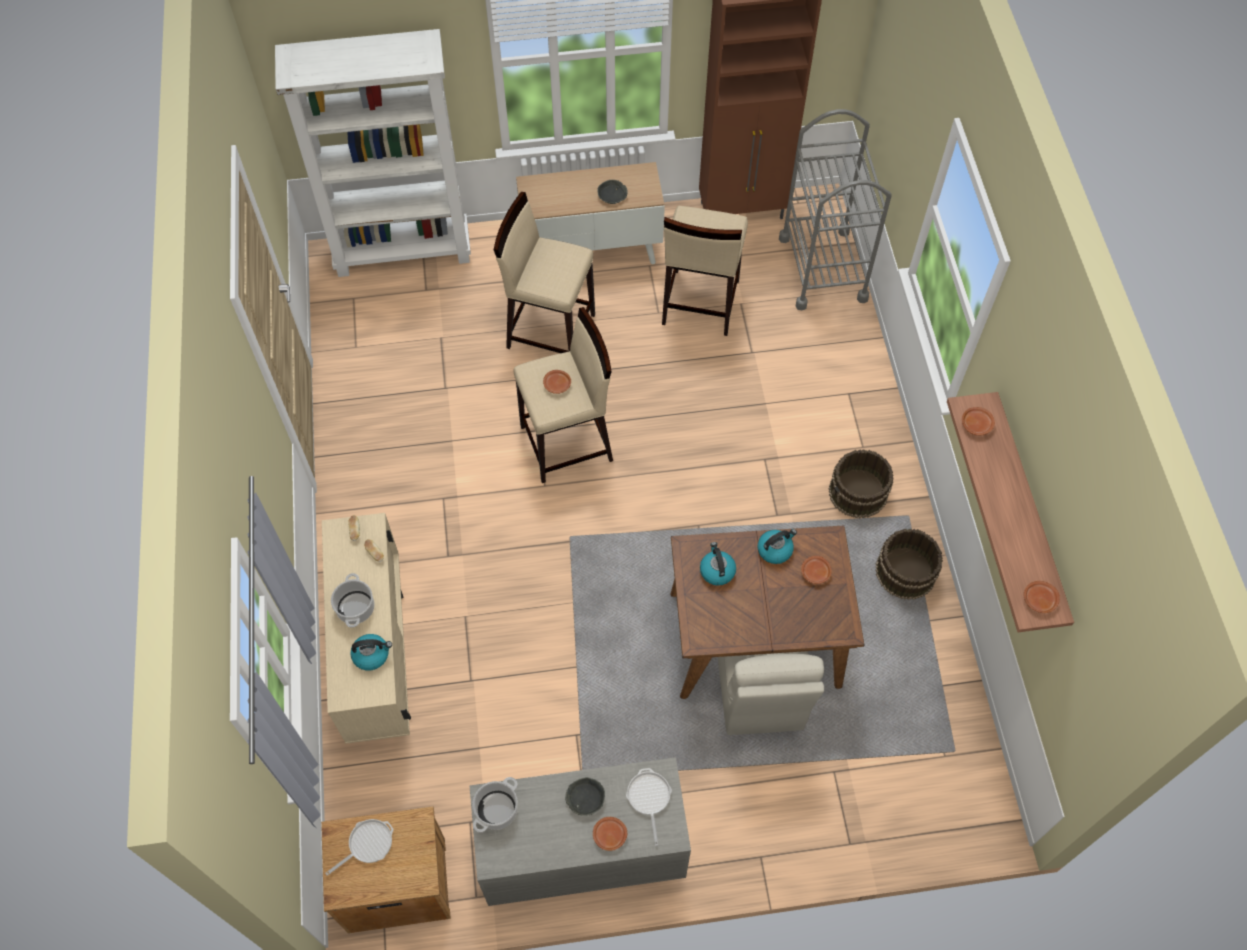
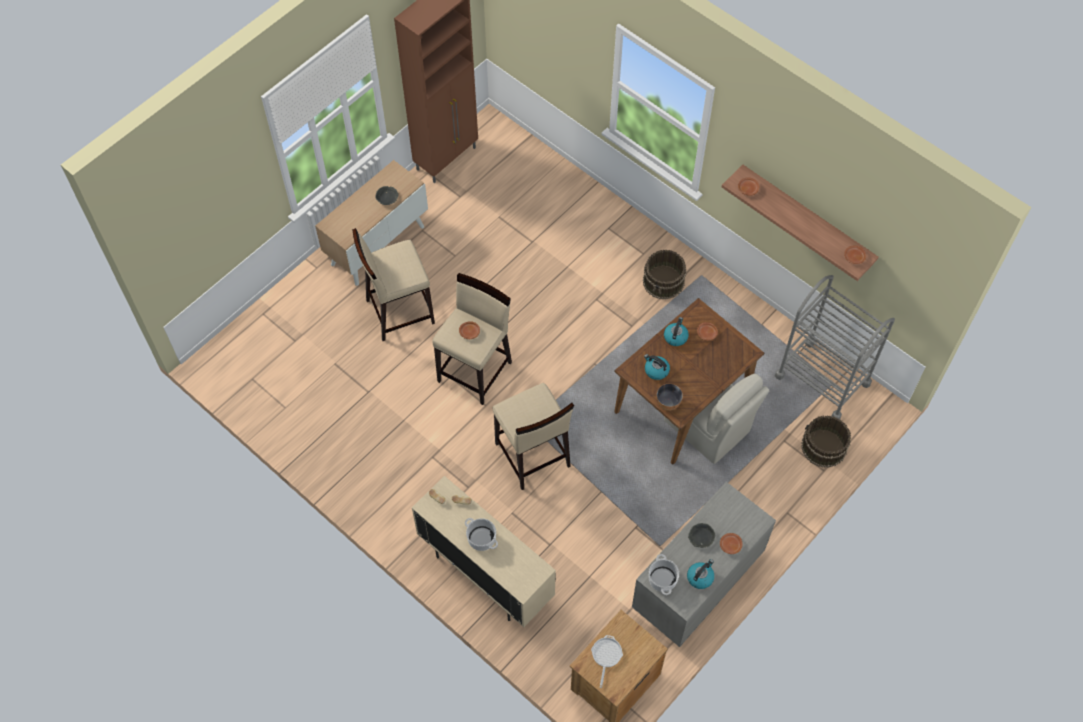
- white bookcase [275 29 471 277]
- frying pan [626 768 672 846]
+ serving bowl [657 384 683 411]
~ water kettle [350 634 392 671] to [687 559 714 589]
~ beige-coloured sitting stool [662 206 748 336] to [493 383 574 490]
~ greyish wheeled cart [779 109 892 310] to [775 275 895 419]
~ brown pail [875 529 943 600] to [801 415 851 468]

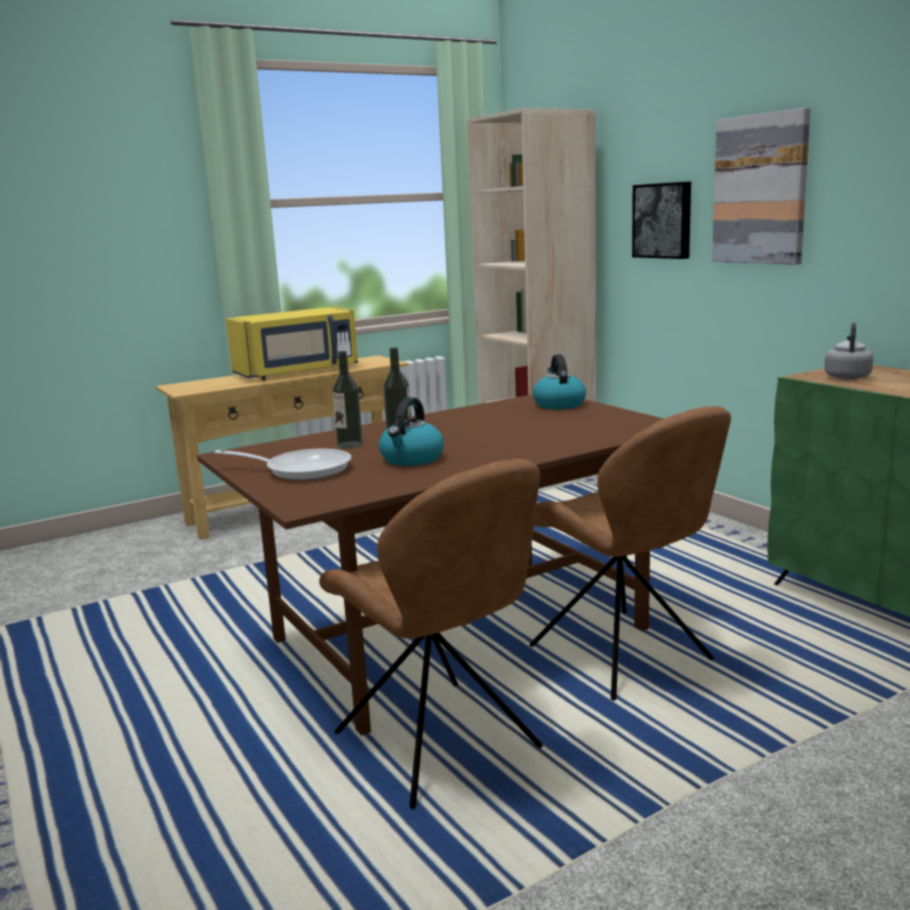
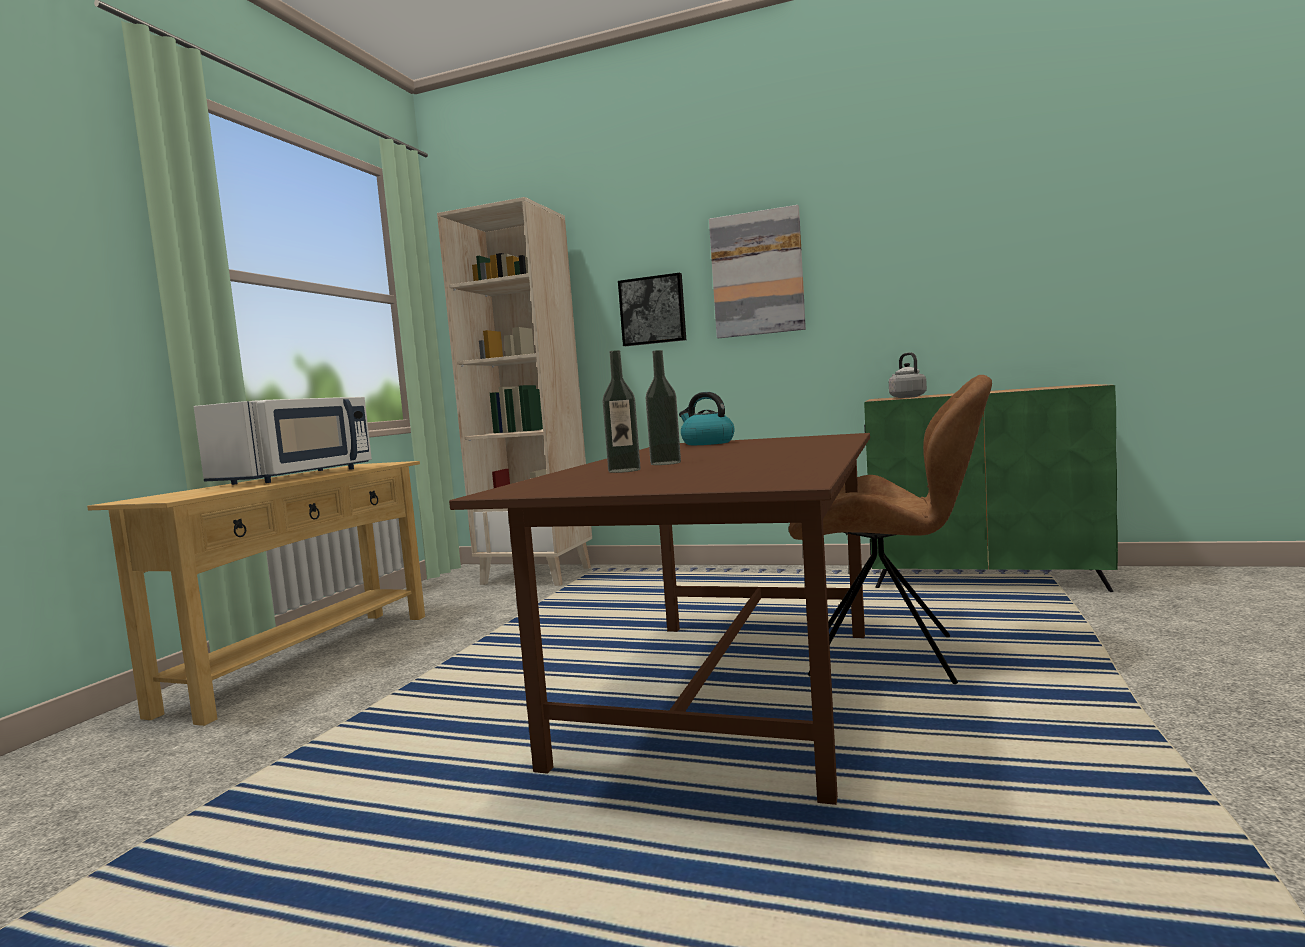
- frying pan [215 449 351 480]
- brown plain chair [319 459 543 809]
- water kettle [379 397 444 466]
~ yellow-coloured microwave [226 307 358 380] to white microwave [194 397 372 485]

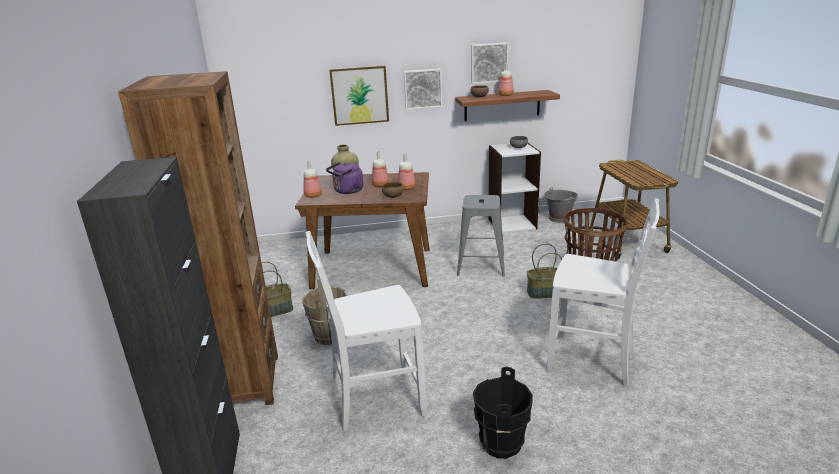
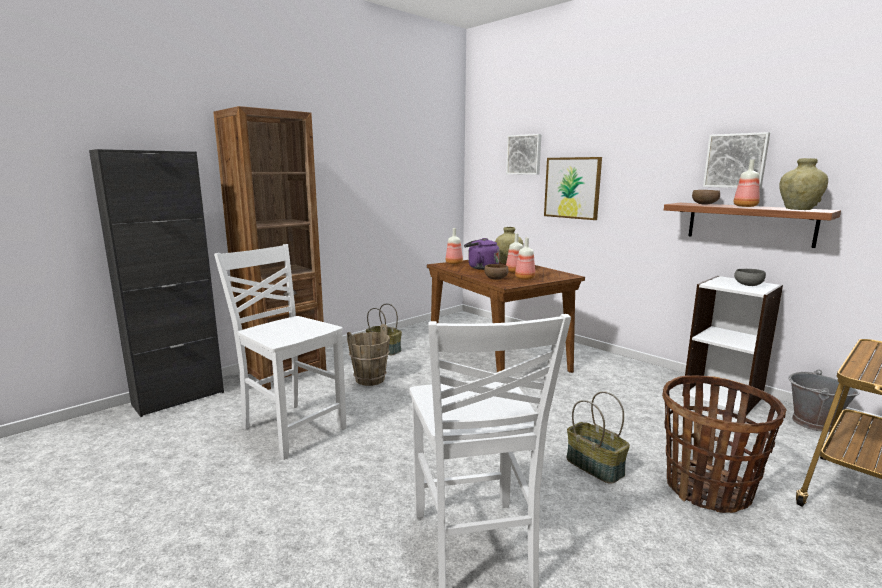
- greyish sitting stool [457 195 505 277]
- blackish pail [473 367 533 459]
+ beige-coloured vase [779 158 828 210]
~ wall art [404 69 442 110] to [506 134 541 175]

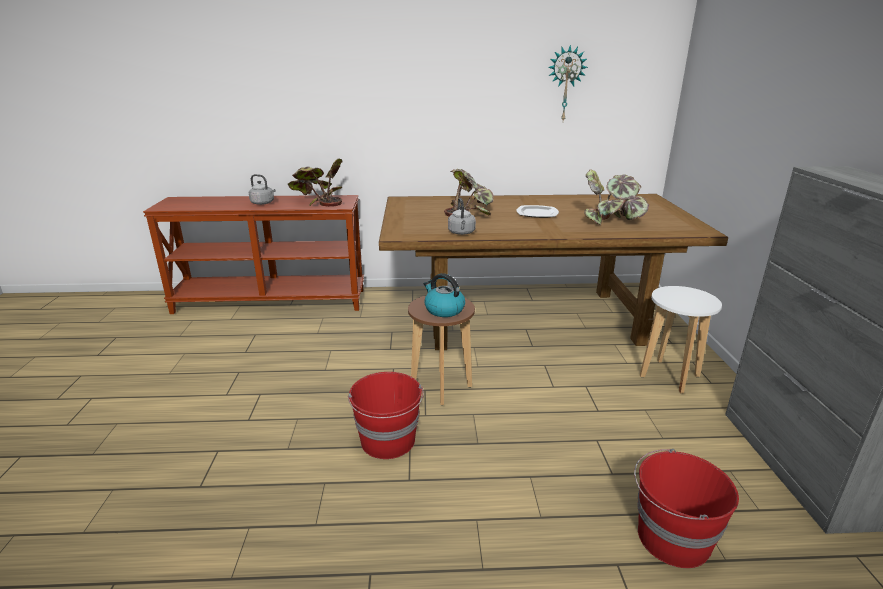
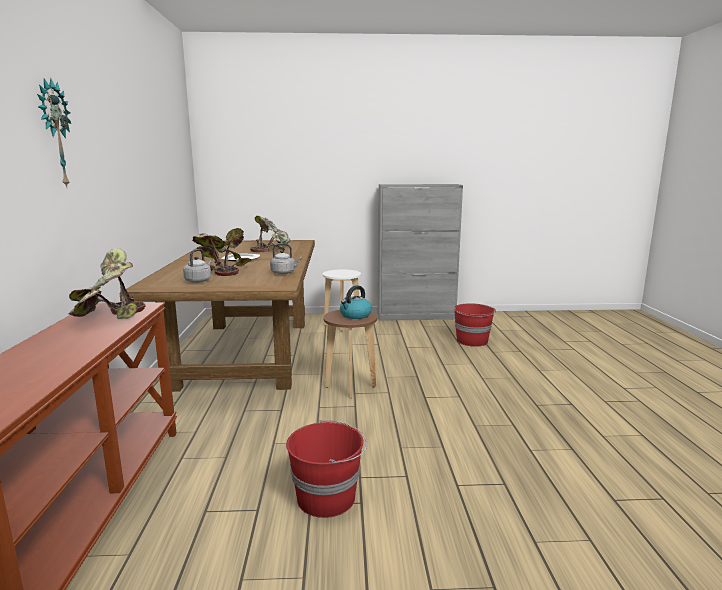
~ greyish water kettle [249 174 275 205] to [183 249 212 283]
~ reddish pail [348 372 424 459] to [286 420 367 518]
~ hanging clock [548 45 588 121] to [37 78 71 187]

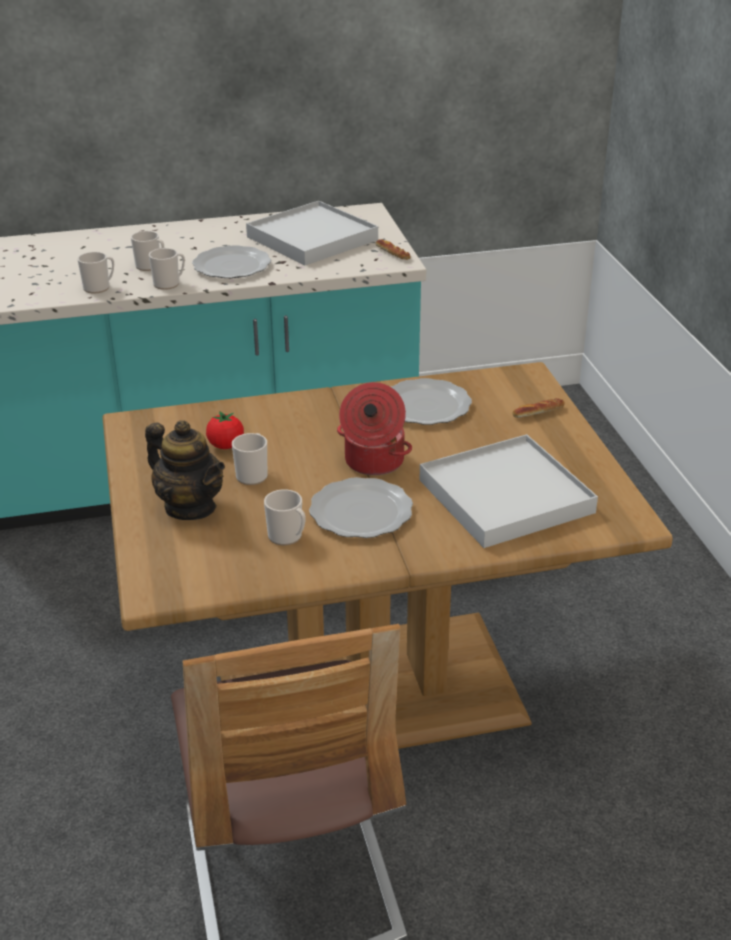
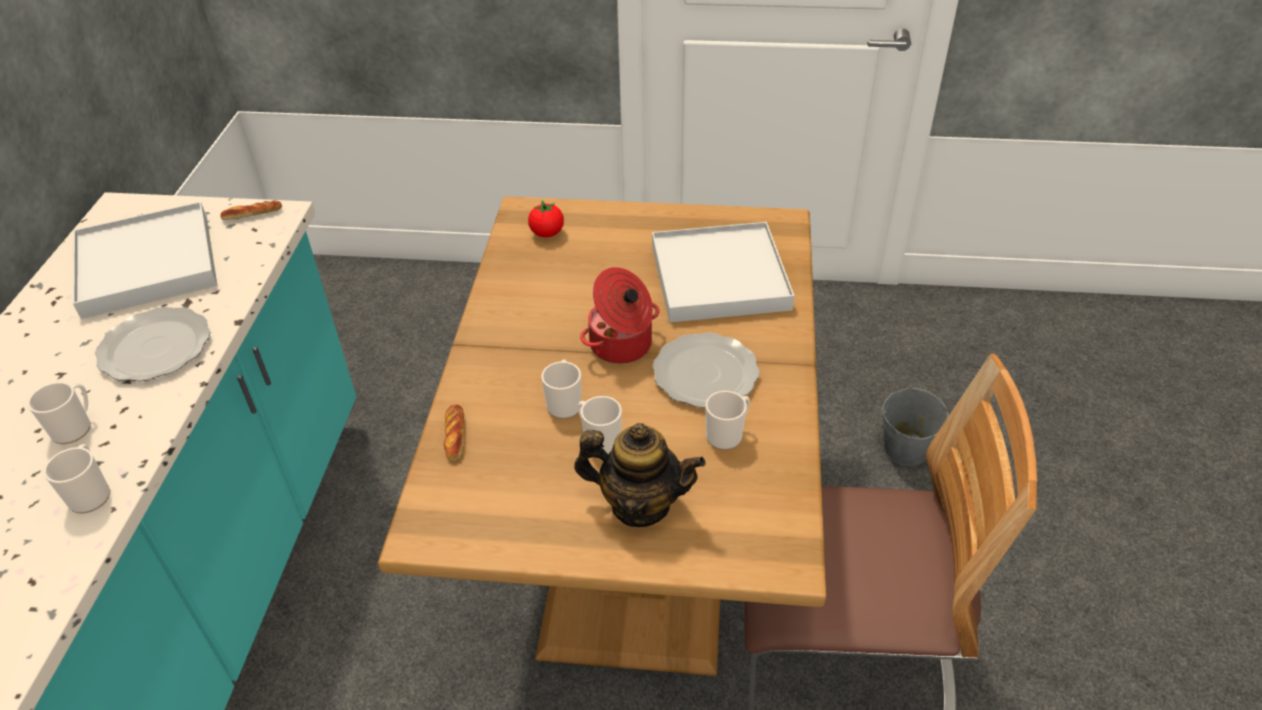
- dinner plate [391 378 472 425]
+ greyish pail [882 383 949 466]
~ coffee mug [149 248 185 290] to [541 359 581 419]
~ whole tomato [206 411 244 449] to [528 201 564 238]
~ baked bread [513 398 565 418] to [444 404 465 460]
~ teapot [145 420 225 520] = [574 423 706 527] 45 degrees clockwise

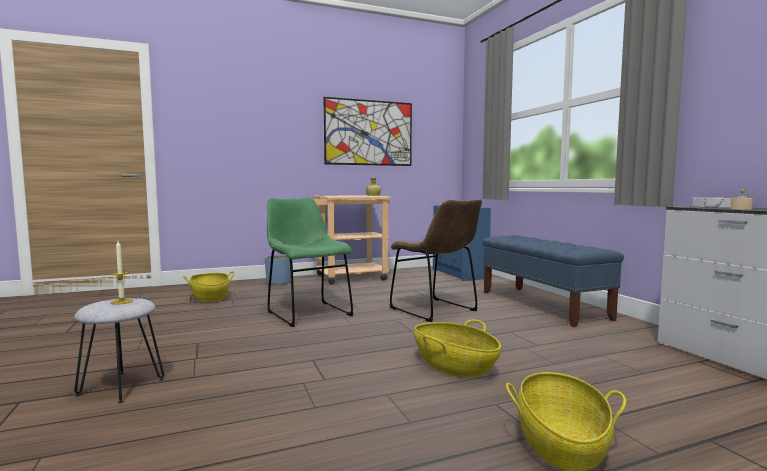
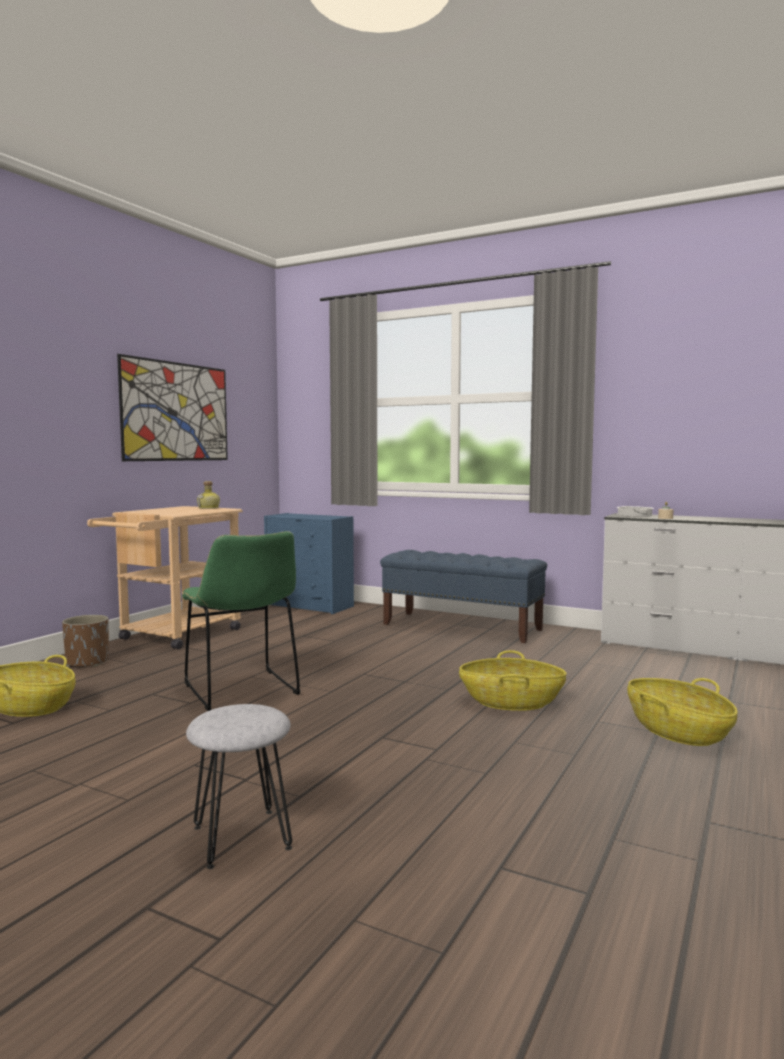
- wax candle [111 241 133 305]
- brown plain chair [390 199 482 322]
~ blue plant pot [265 255 291 285] to brown plant pot [62 615 109 667]
~ greenish plain chair [267 198 353 327] = [182 531 300 711] 135 degrees counterclockwise

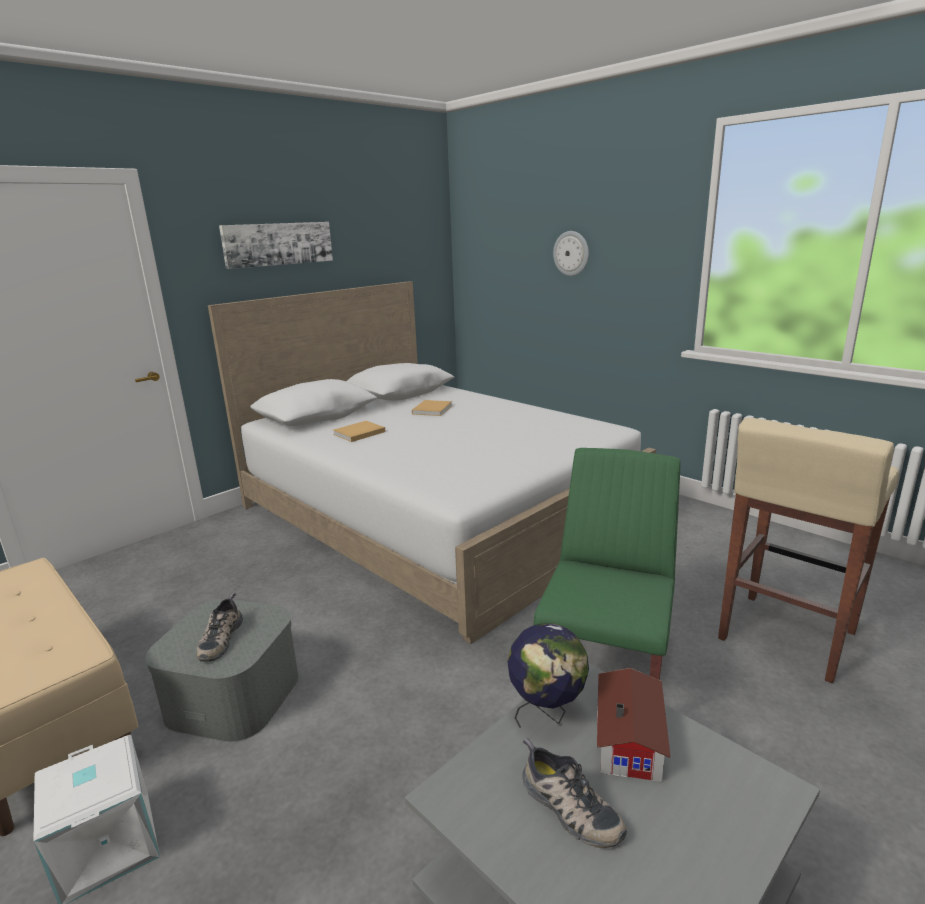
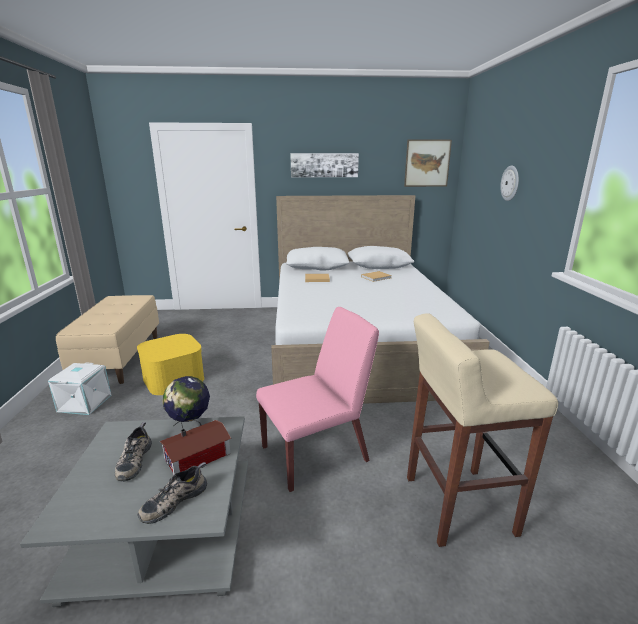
+ wall art [404 139 452 187]
~ item of footwear [196 593 243 662] to [137 462 207 524]
~ greyish storage container [145 599 299 742] to yellow-coloured storage container [137 334 204 395]
~ greenish plain chair [534 448 681 680] to pinkish plain chair [256 307 379 492]

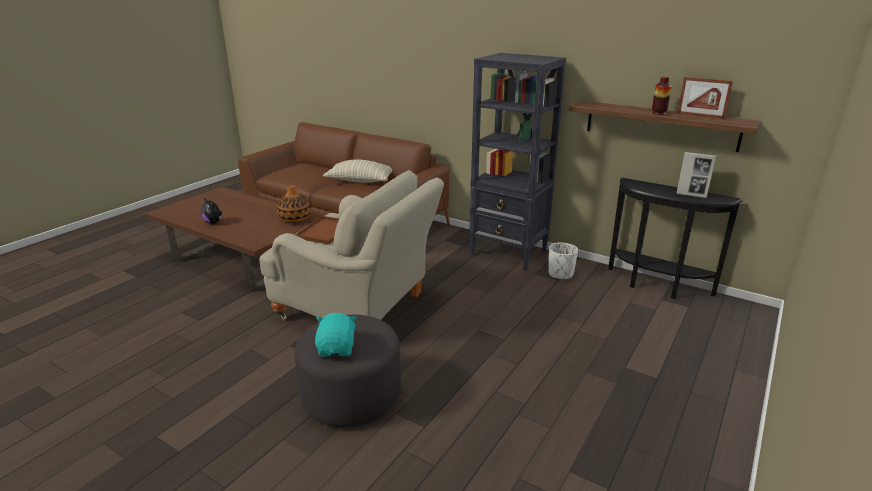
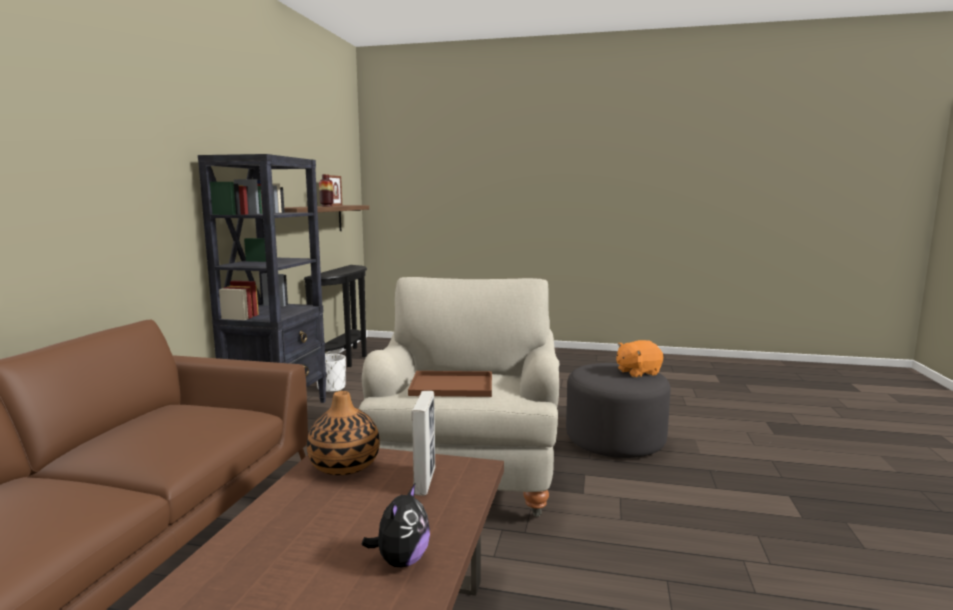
- pillow [323 160 392 183]
~ picture frame [676 152 716 198] to [411 391 435 495]
~ blue-green plush toy [315 313 357 357] to orange-coloured plush toy [616 340 663 378]

